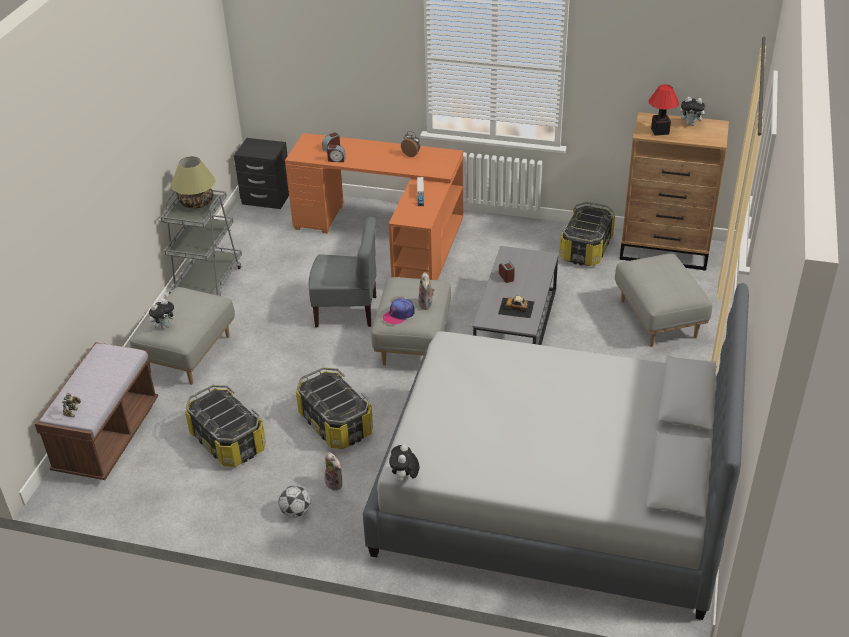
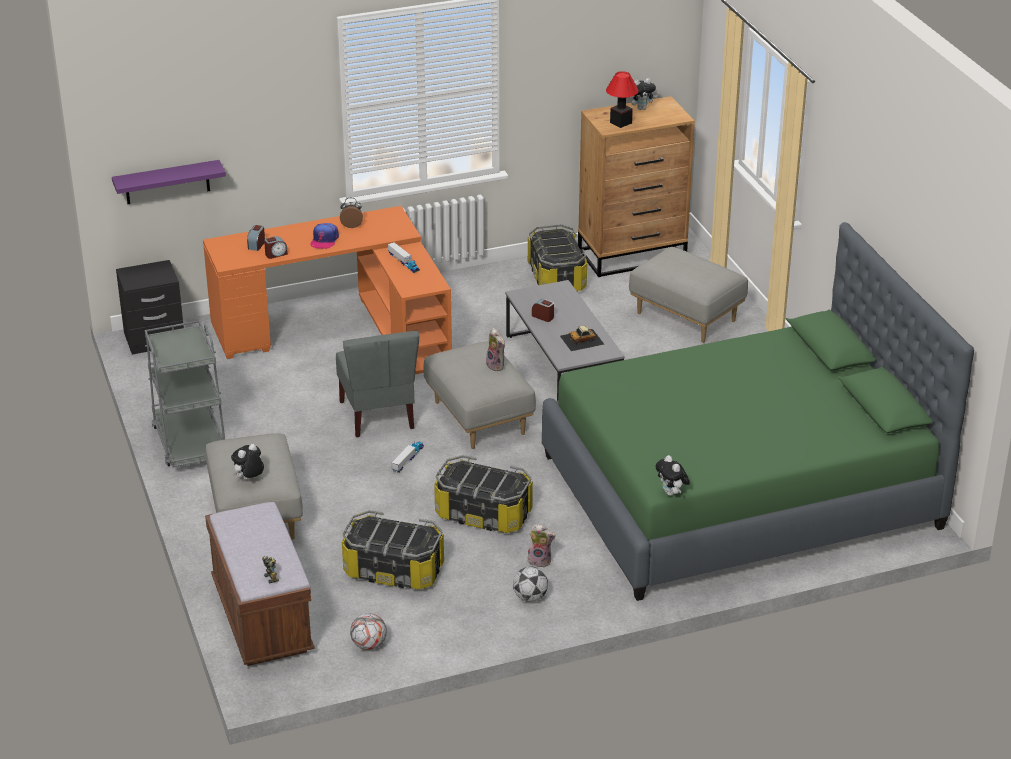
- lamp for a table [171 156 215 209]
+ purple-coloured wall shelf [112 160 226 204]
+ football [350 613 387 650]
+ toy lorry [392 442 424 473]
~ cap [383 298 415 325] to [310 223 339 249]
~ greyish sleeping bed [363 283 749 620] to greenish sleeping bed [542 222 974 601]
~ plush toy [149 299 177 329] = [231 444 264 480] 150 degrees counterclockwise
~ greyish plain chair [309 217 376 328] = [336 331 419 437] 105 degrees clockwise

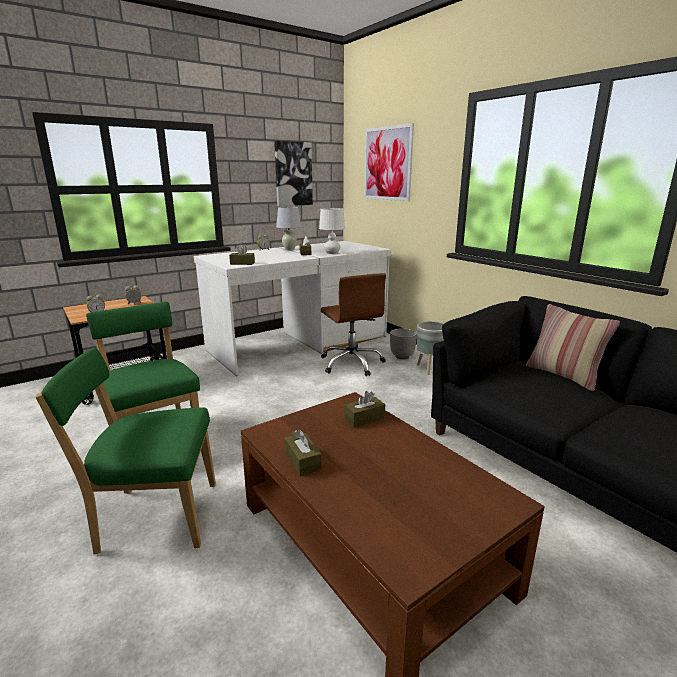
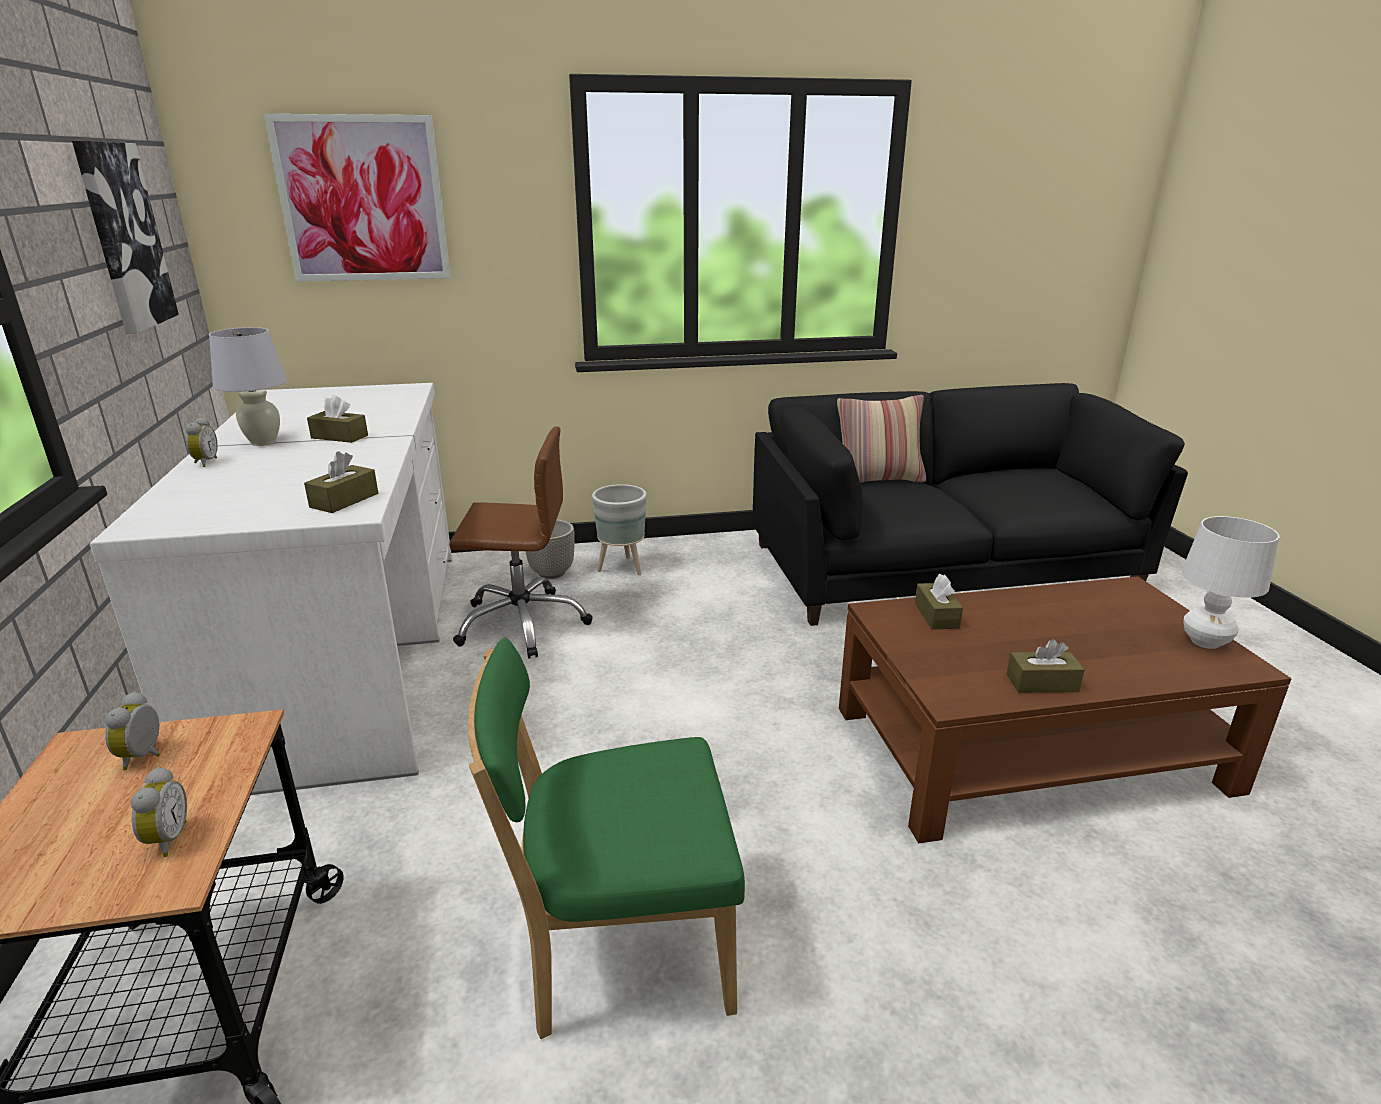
- greenish plain chair [35 347 216 555]
~ white lamp for a table [319 208 345 254] to [1182 516 1279 649]

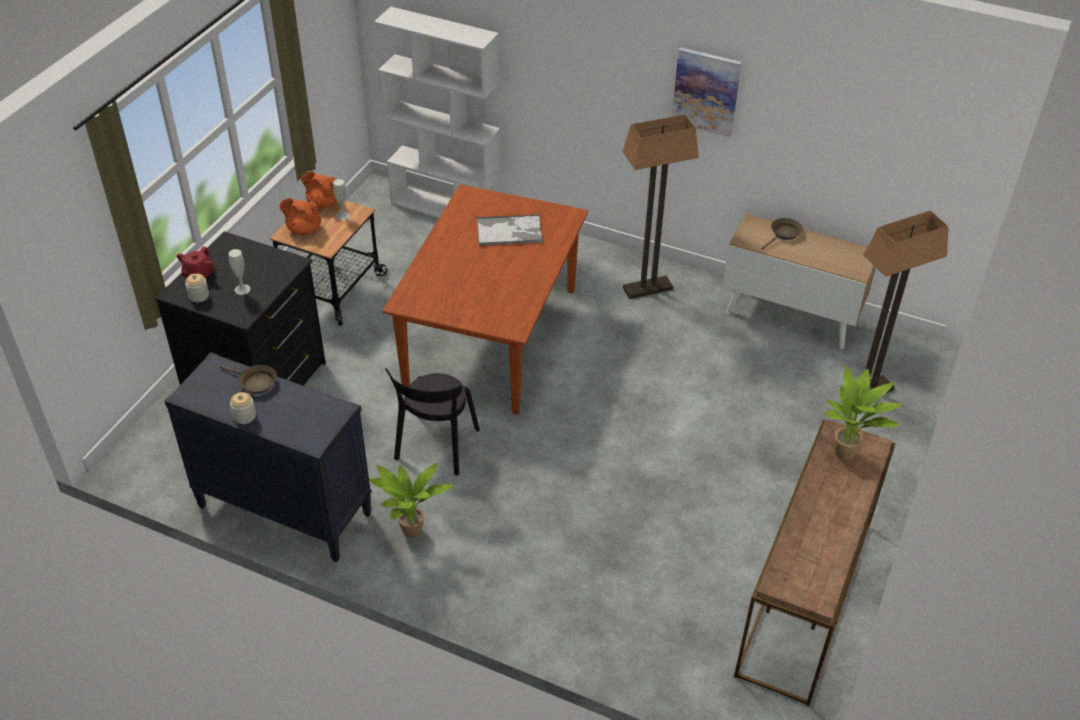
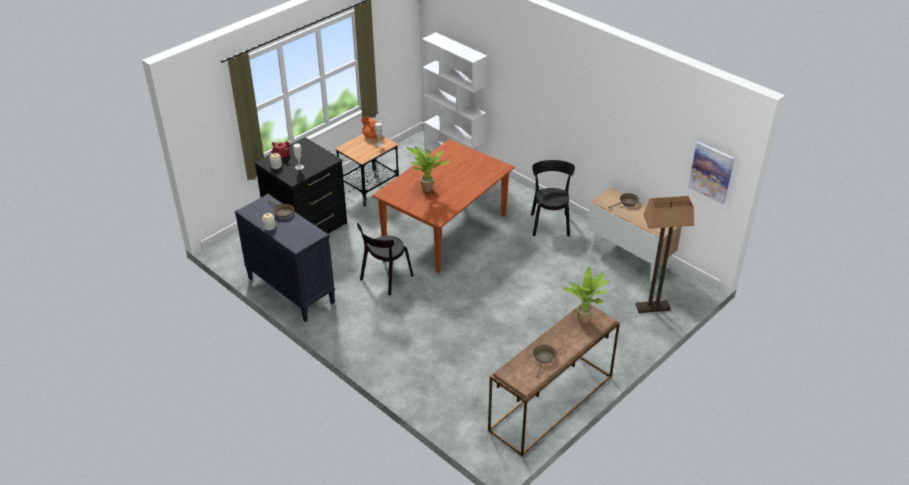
- orange-coloured teapot [279 198 321 235]
- tray [477 214 543 245]
+ brown frying pan [533 345 557 378]
~ houseplant [369 463 453 538] to [406 146 450 192]
~ wall art [672 47 742 137] to [688 141 735 204]
~ standing lamp [623 115 699 299] to blackish plain chair [531 160 575 236]

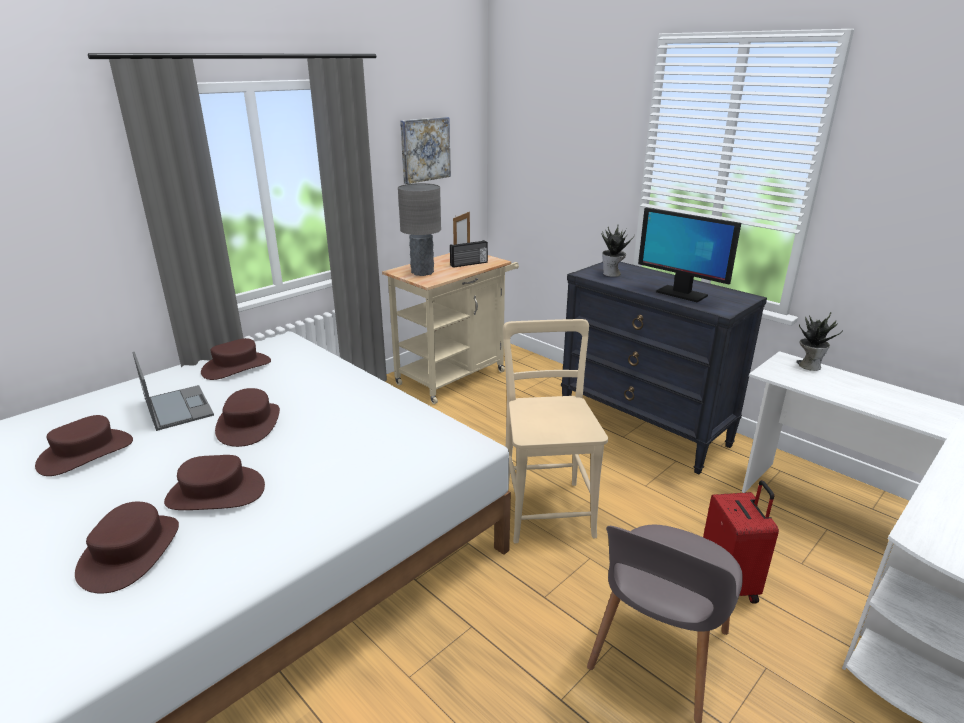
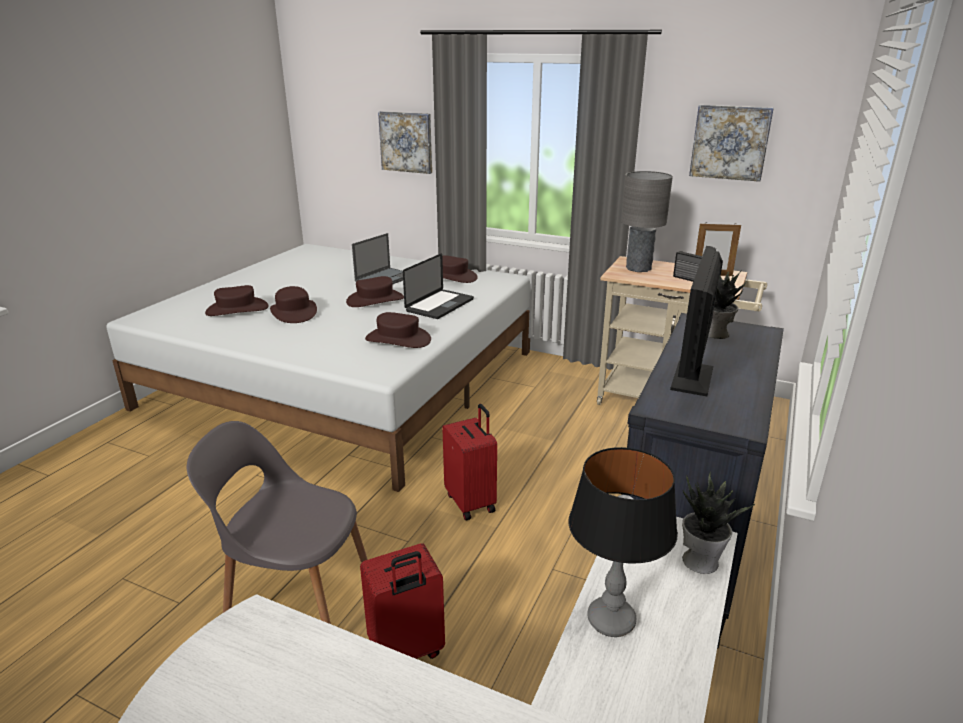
+ wall art [378 111 432 174]
+ notebook computer [403 253 474 319]
+ lamp for a table [569 447 678 637]
~ brown wearable hat [35 415 133 476] to [365 312 431 348]
~ beige-coloured plain chair [503 319 608 543] to reddish suitcase [442 404 497 520]

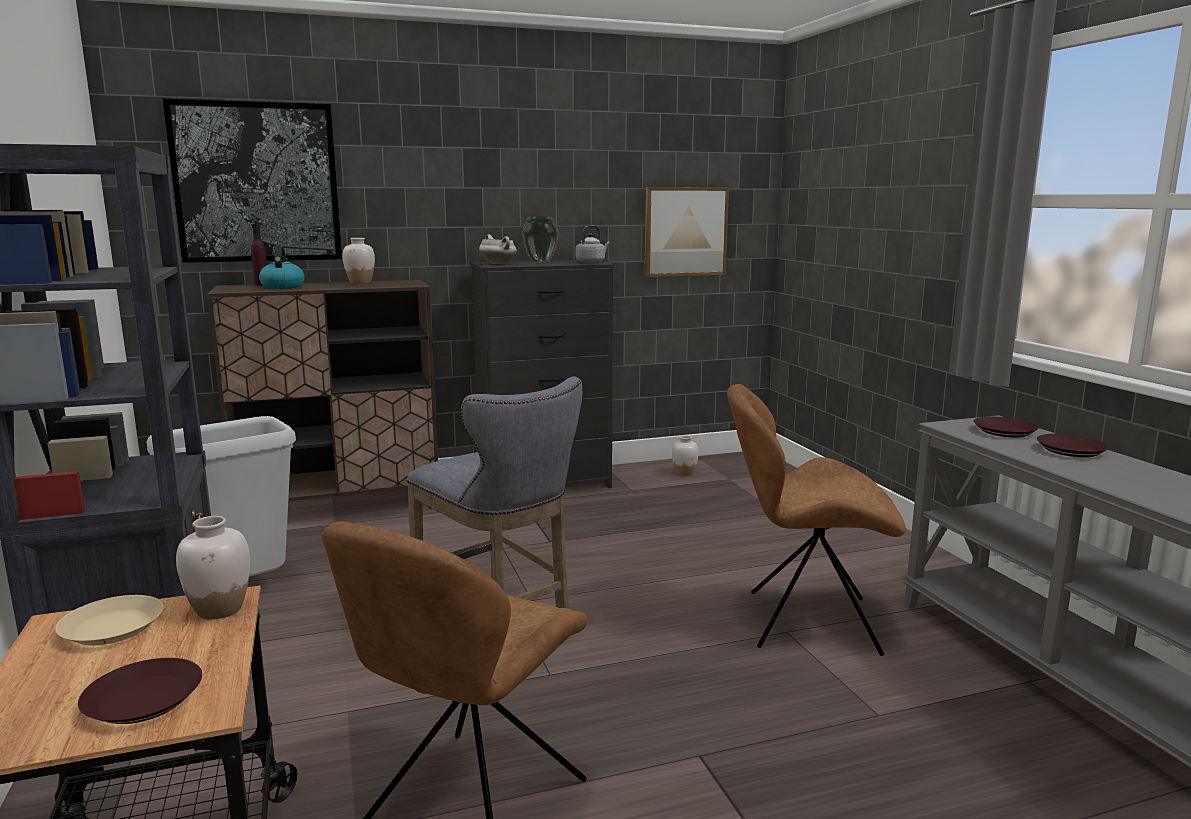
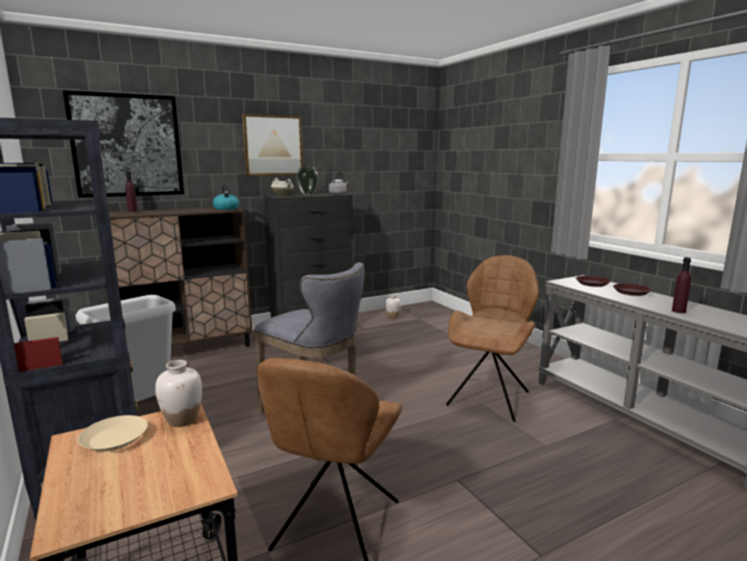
- brown dinner plate [78 658 202 724]
- white vase [342 238 375 284]
+ purple-coloured beverage bottle [672 257 691 313]
~ water kettle [259 246 305 289] to [213 184 239 210]
~ wall art [645 187 729 277] to [242 114 303 176]
~ brown plain chair [727 384 906 656] = [446 255 539 422] 120 degrees clockwise

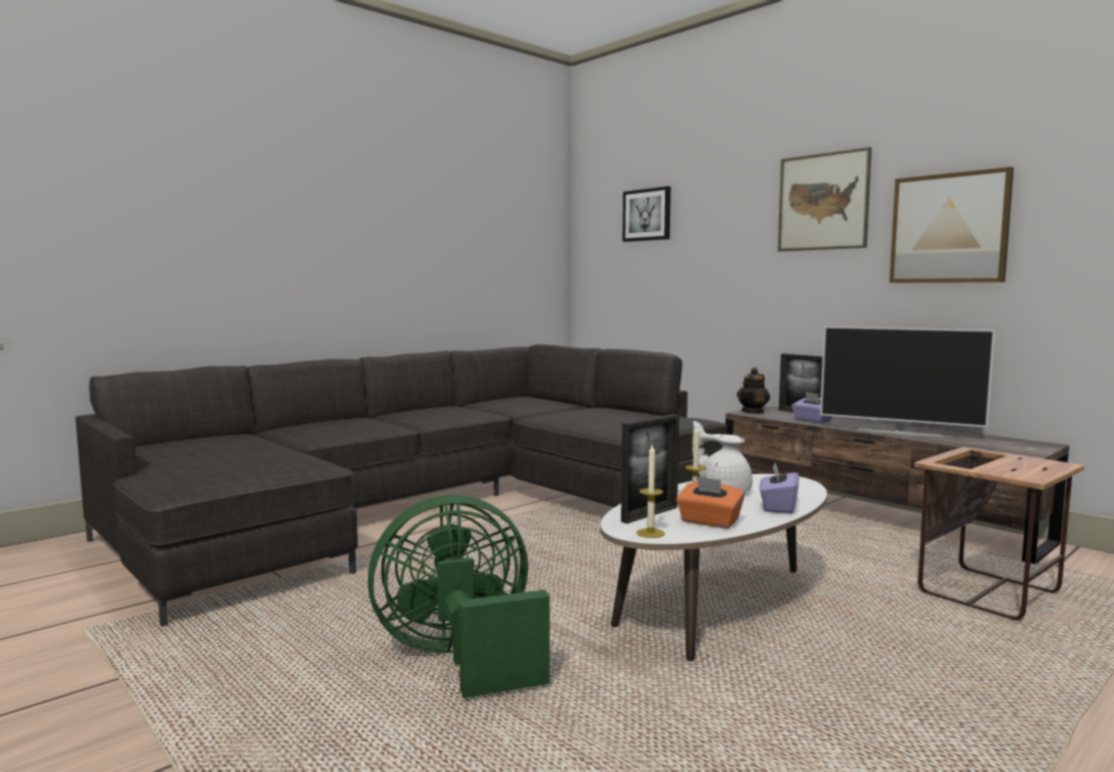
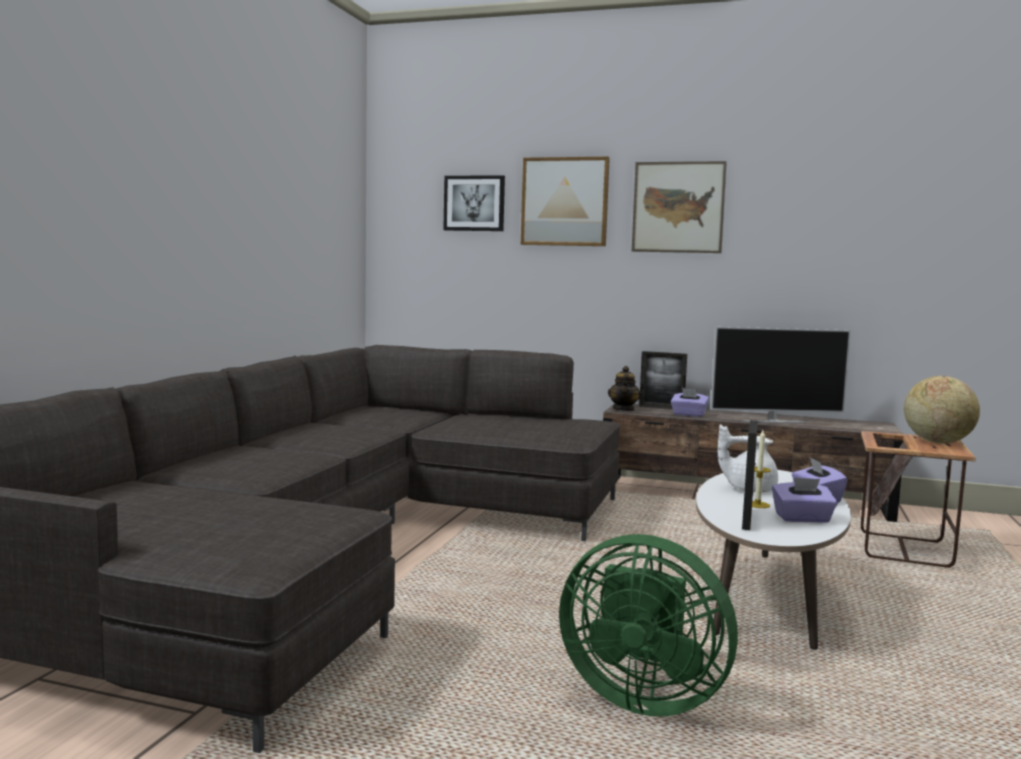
- wax candle [636 445 665 538]
+ globe [904 376 980 444]
~ wall art [889 167 1014 283] to [521 156 610 246]
~ orange-coloured box of tissues [676 476 745 529] to purple-coloured box of tissues [772 477 838 523]
~ greenish cooling fan [368 495 550 698] = [559 534 738 716] 105 degrees counterclockwise

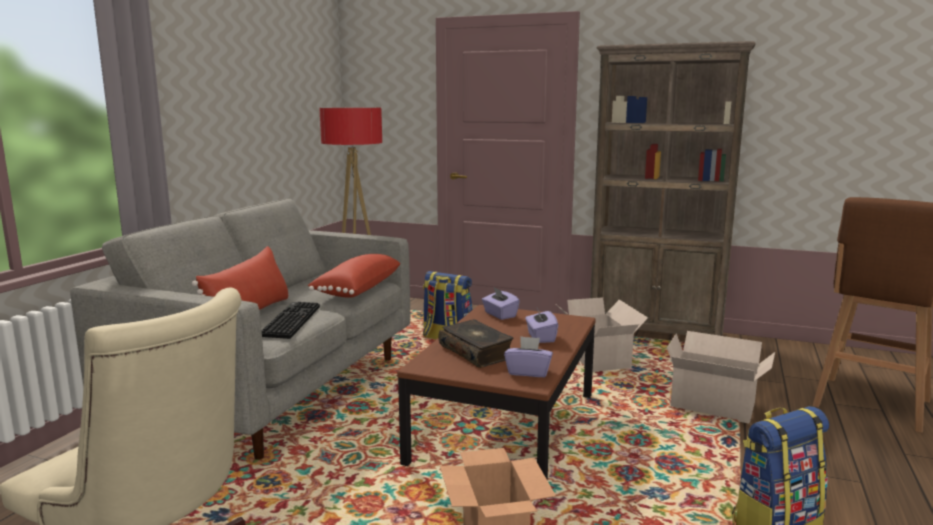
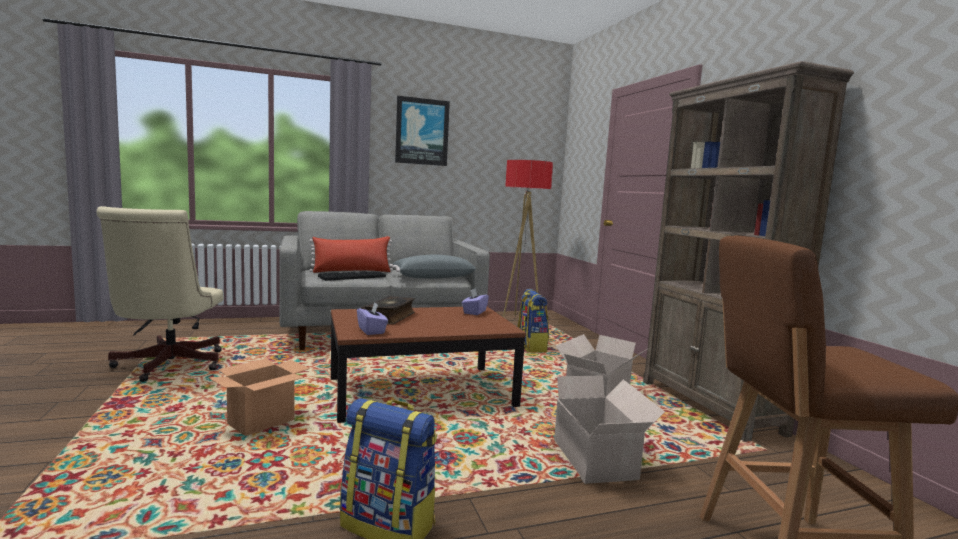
- purple-coloured box of tissues [525 308 558 343]
+ wall art [395 96 450 166]
~ reddish pillow [308 254 400 298] to greyish pillow [390 255 476 278]

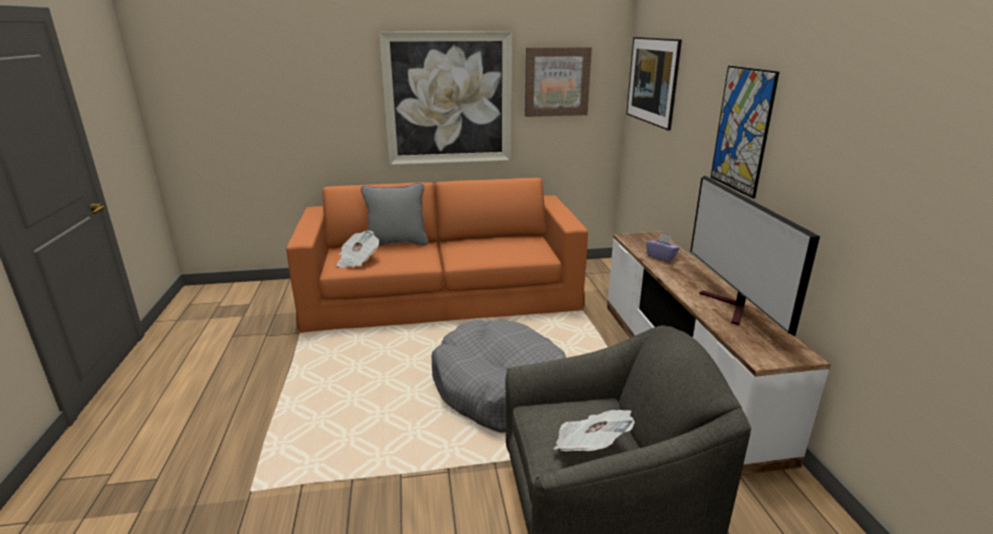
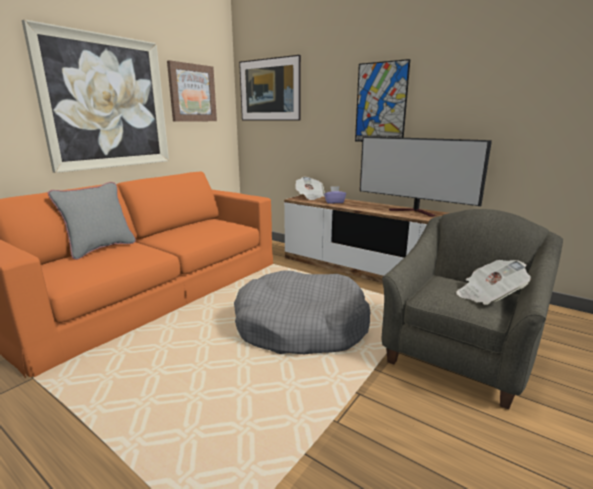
~ newspaper [337 231 379 267] to [295 177 325 200]

